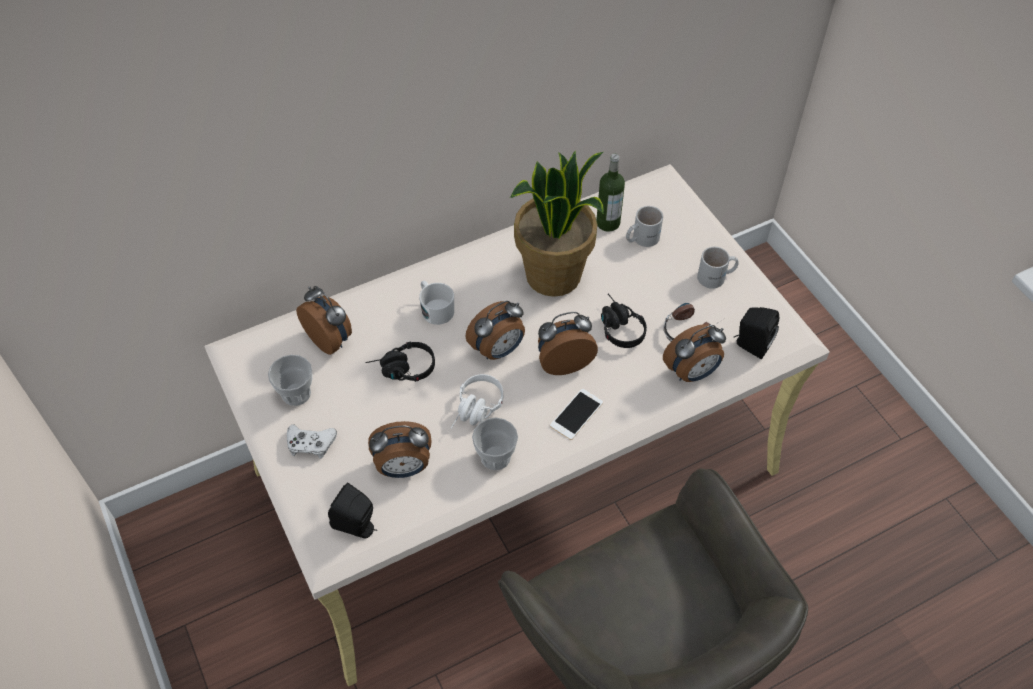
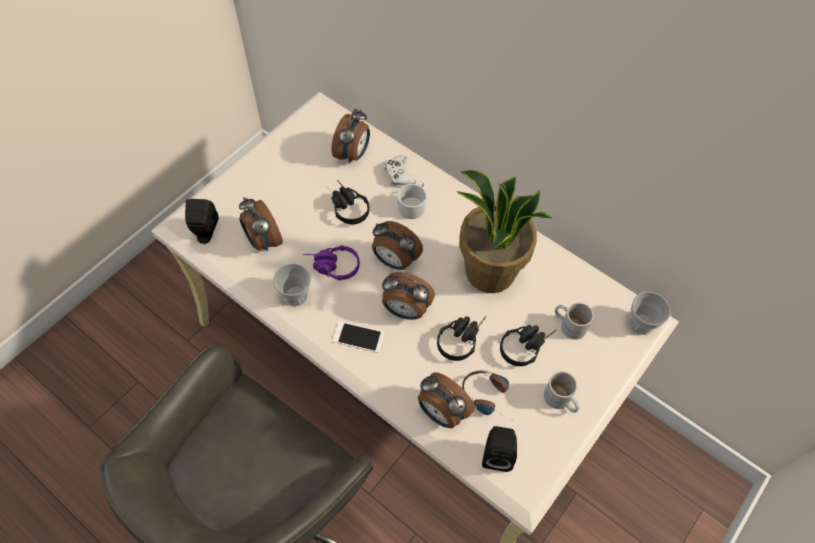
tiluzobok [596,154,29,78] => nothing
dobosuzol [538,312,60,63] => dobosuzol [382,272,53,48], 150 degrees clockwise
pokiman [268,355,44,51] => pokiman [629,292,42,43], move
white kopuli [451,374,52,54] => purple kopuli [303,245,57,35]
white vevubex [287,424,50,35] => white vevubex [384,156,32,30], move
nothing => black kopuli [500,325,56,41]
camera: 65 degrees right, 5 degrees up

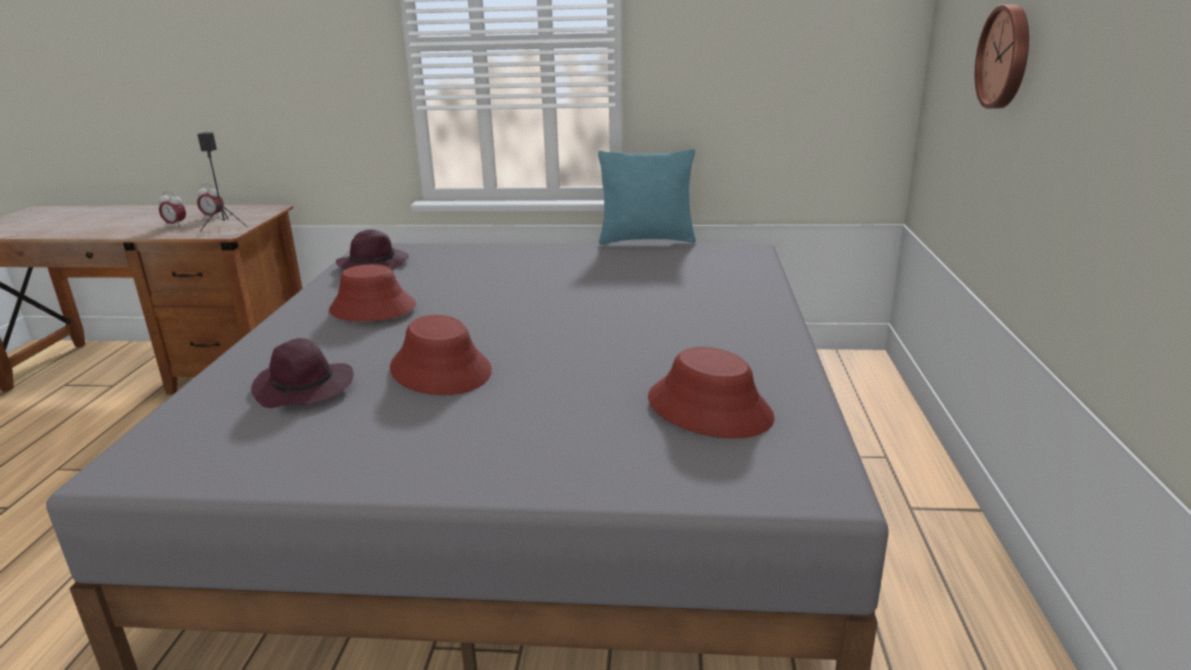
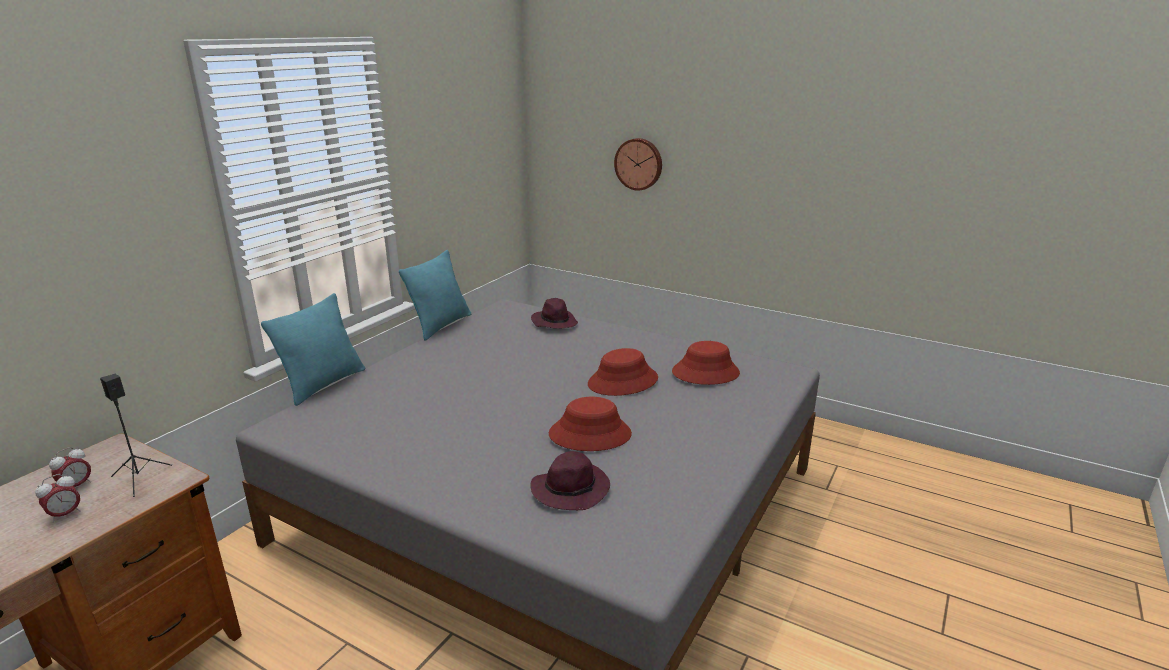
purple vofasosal [336,230,73,40] => purple vofasosal [531,298,47,31], move
red vofasosal [329,264,87,58] => red vofasosal [588,348,70,48], move
nothing => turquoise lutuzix [261,293,104,113]
camera: 65 degrees left, 0 degrees up

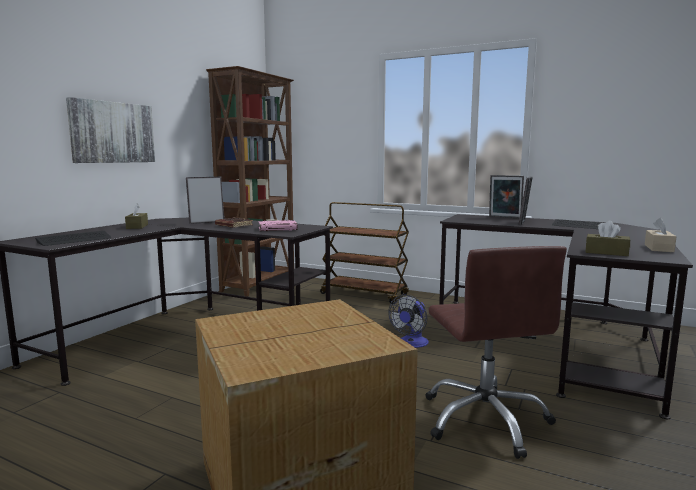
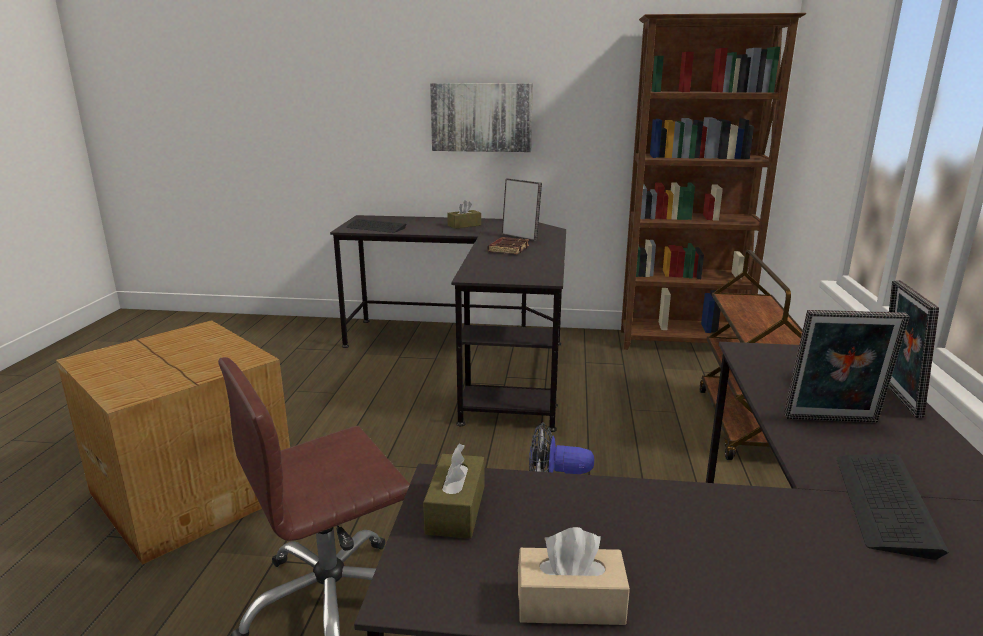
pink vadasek [259,220,39,11] => nothing
camera: 70 degrees right, 10 degrees up

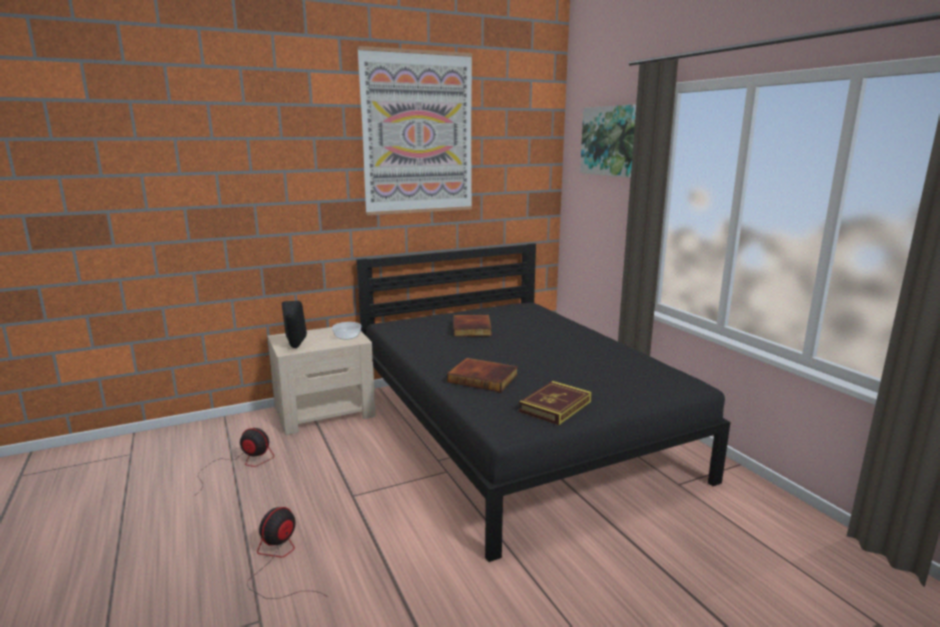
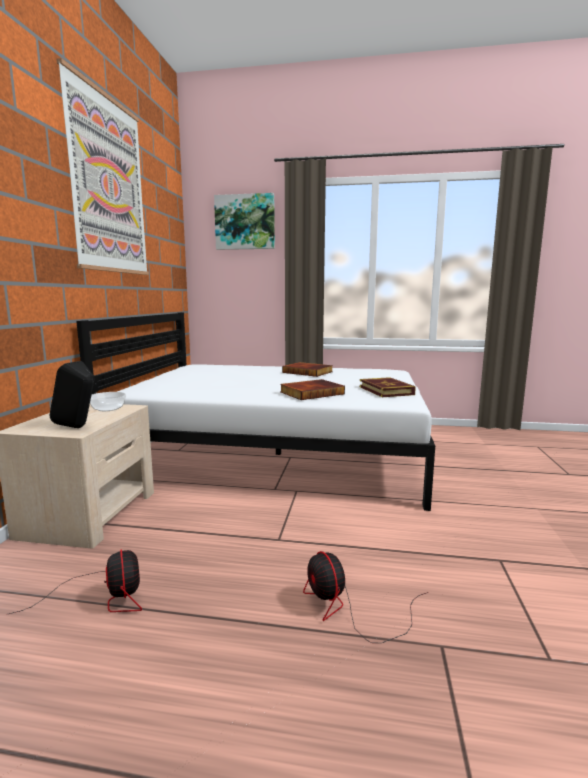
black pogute [357,243,373,319] => white pogute [76,312,359,199]
vadasek [453,315,39,22] => vadasek [282,362,51,15], move
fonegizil [193,428,81,69] => fonegizil [9,549,133,65], 105 degrees clockwise
camera: 55 degrees left, 5 degrees down

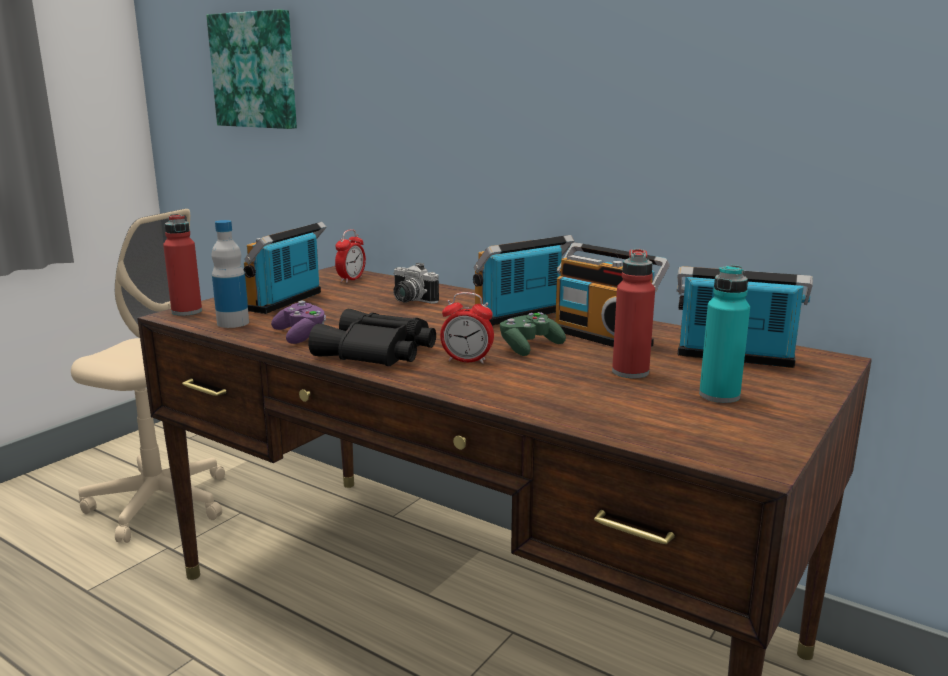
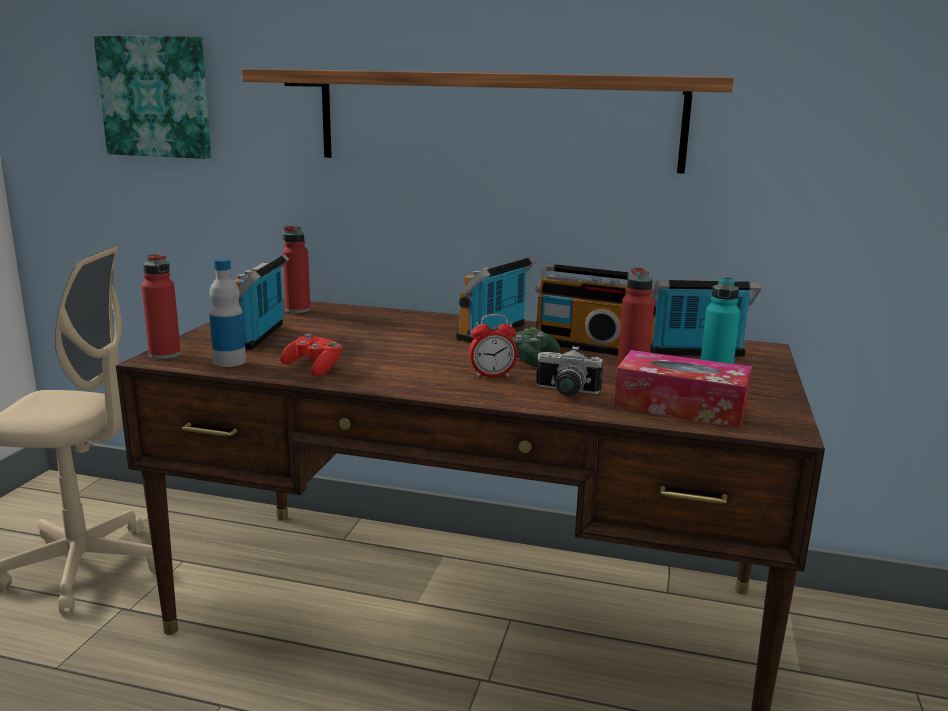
dobosuzol [335,229,31,54] => red tiluzobok [282,226,29,87]
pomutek [393,263,46,41] => pomutek [536,346,67,51], move
purple vevubex [271,301,55,43] => red vevubex [280,333,62,43]
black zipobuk [308,309,128,57] => nothing
nothing => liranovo [242,69,492,105]
nothing => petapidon [614,350,138,78]
camera: 20 degrees left, 0 degrees up

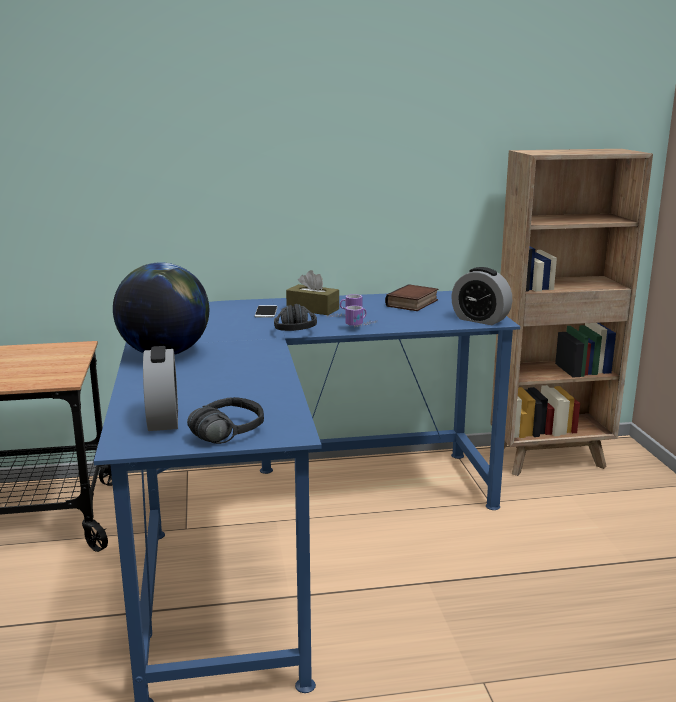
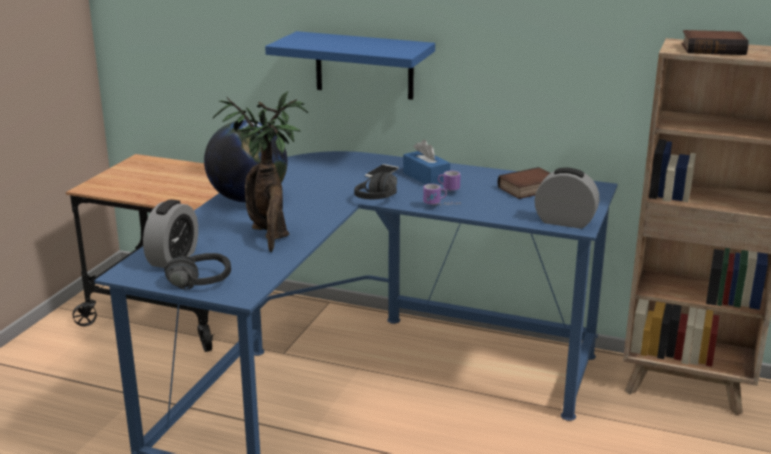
dobosuzol [451,267,61,58] => dobosuzol [534,167,65,62], 135 degrees clockwise
brown petapidon [286,270,53,45] => blue petapidon [403,140,47,45]
nothing => vadasek [681,30,68,25]
nothing => blue liranovo [265,31,170,69]
nothing => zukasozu [213,91,95,161]
camera: 30 degrees right, 5 degrees up

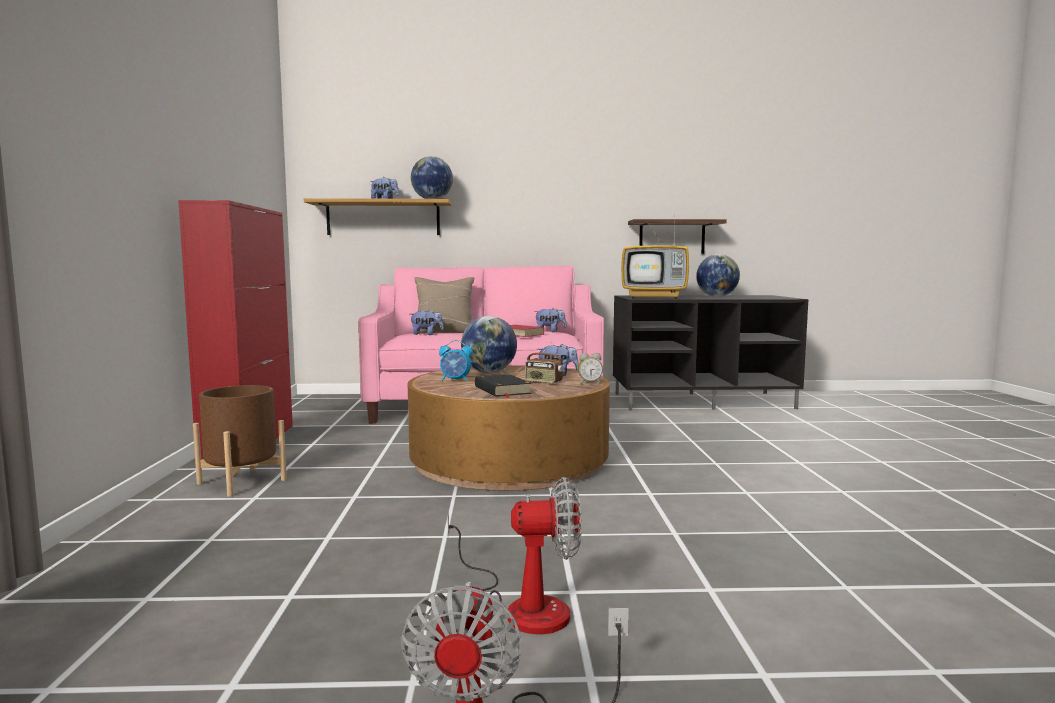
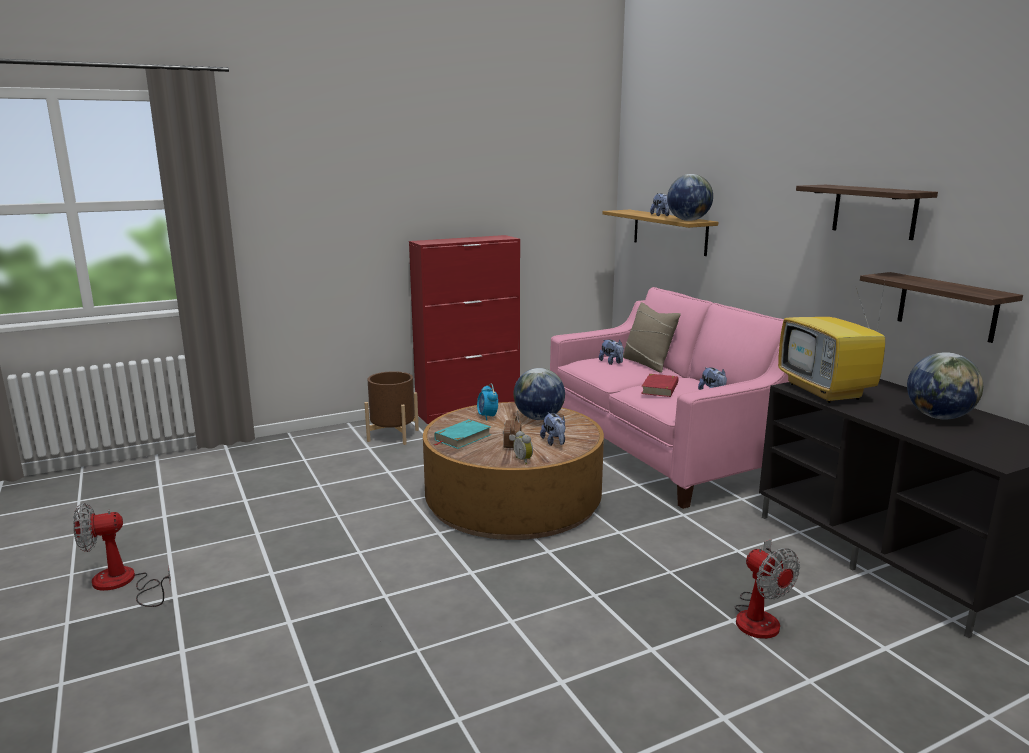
black vadasek [475,374,57,24] => turquoise vadasek [434,419,57,30]
fonegizil [448,477,134,157] => fonegizil [735,539,65,100], move
nothing => liranovo [796,185,142,55]
camera: 65 degrees right, 10 degrees up

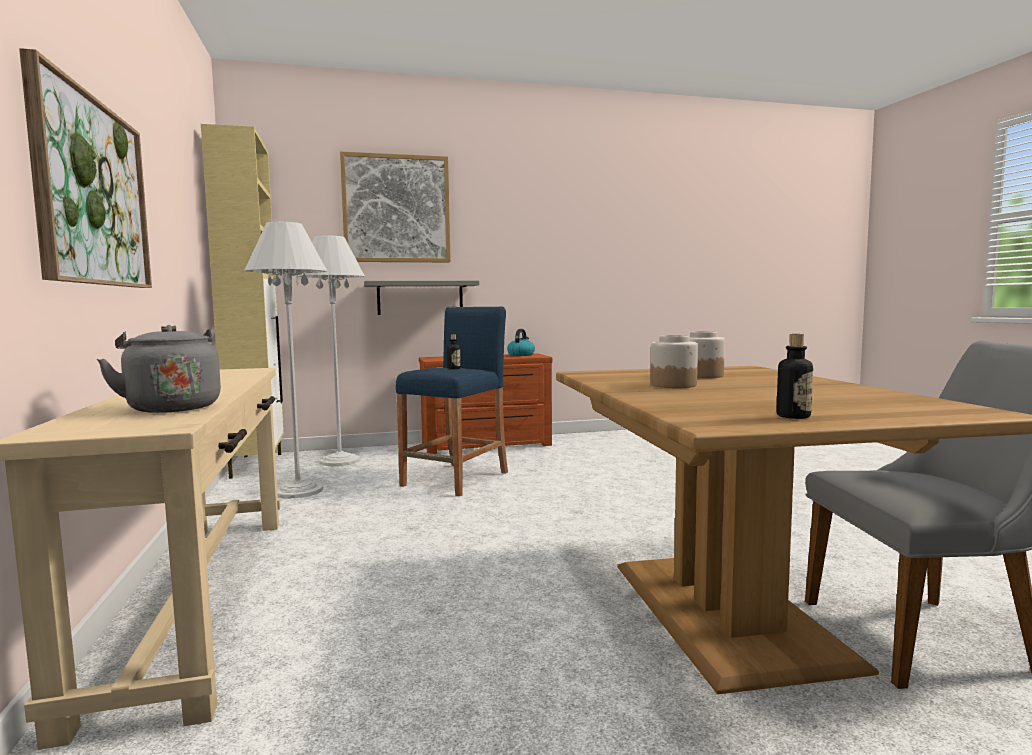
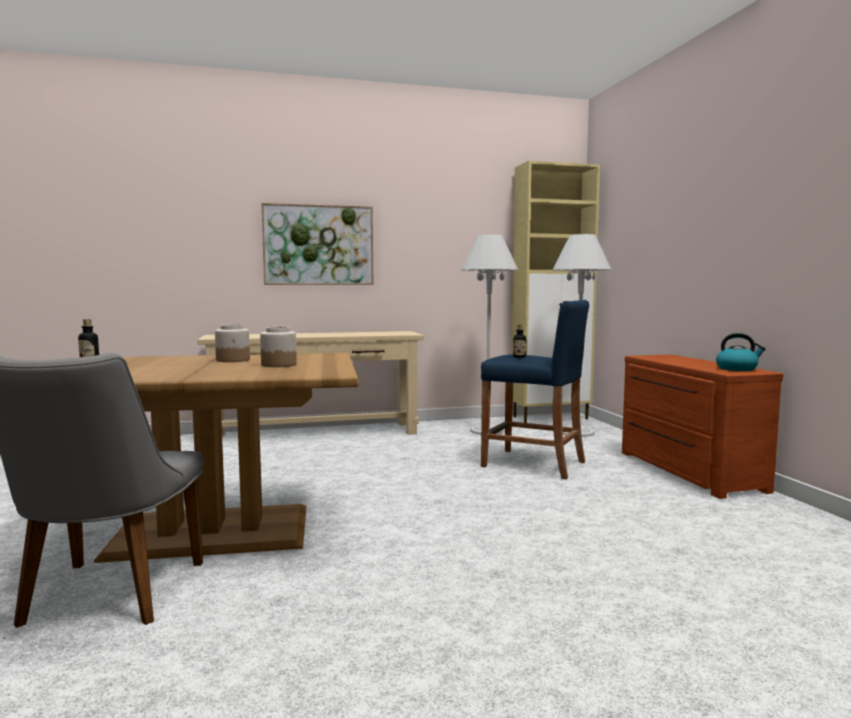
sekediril [340,151,111,111] => nothing
grey liranovo [364,281,115,34] => nothing
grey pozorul [97,325,124,88] => nothing
camera: 90 degrees right, 0 degrees up

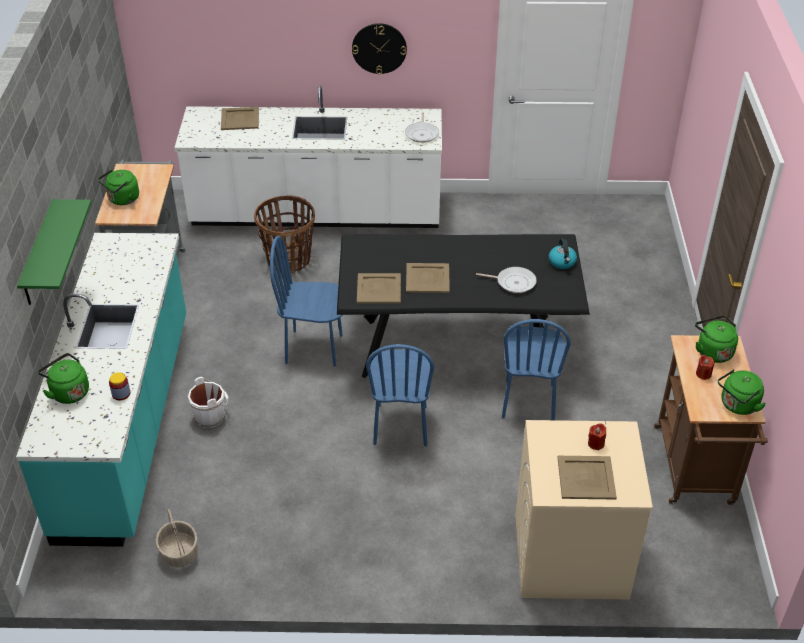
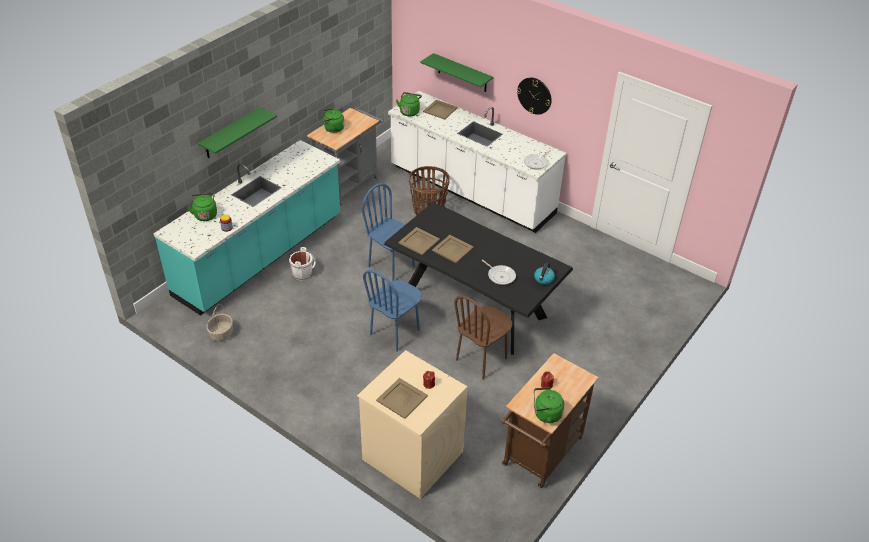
green pozorul [695,315,43,48] => green pozorul [396,92,26,24], move
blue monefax [502,319,69,101] => brown monefax [454,295,58,85]
nothing => green liranovo [420,53,73,39]
camera: 35 degrees right, 0 degrees up

